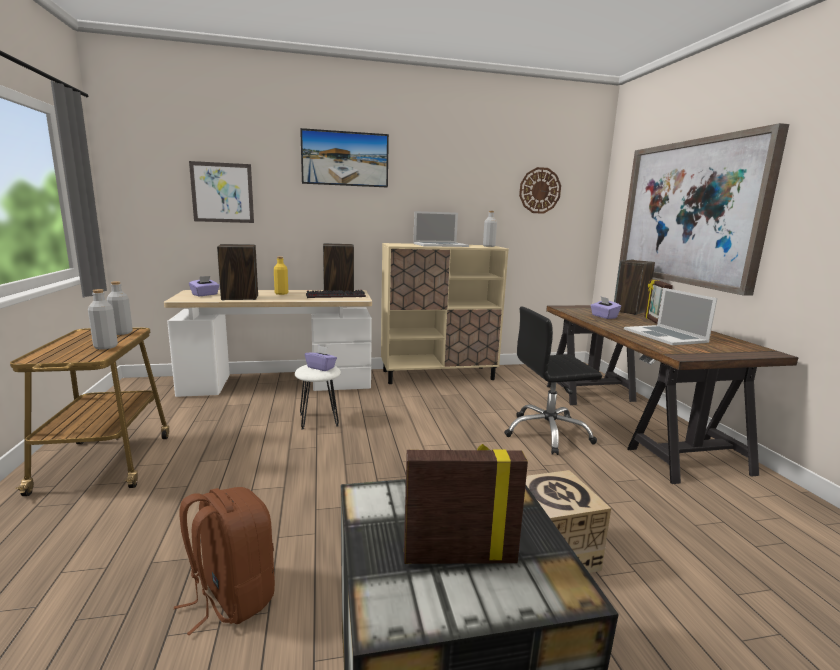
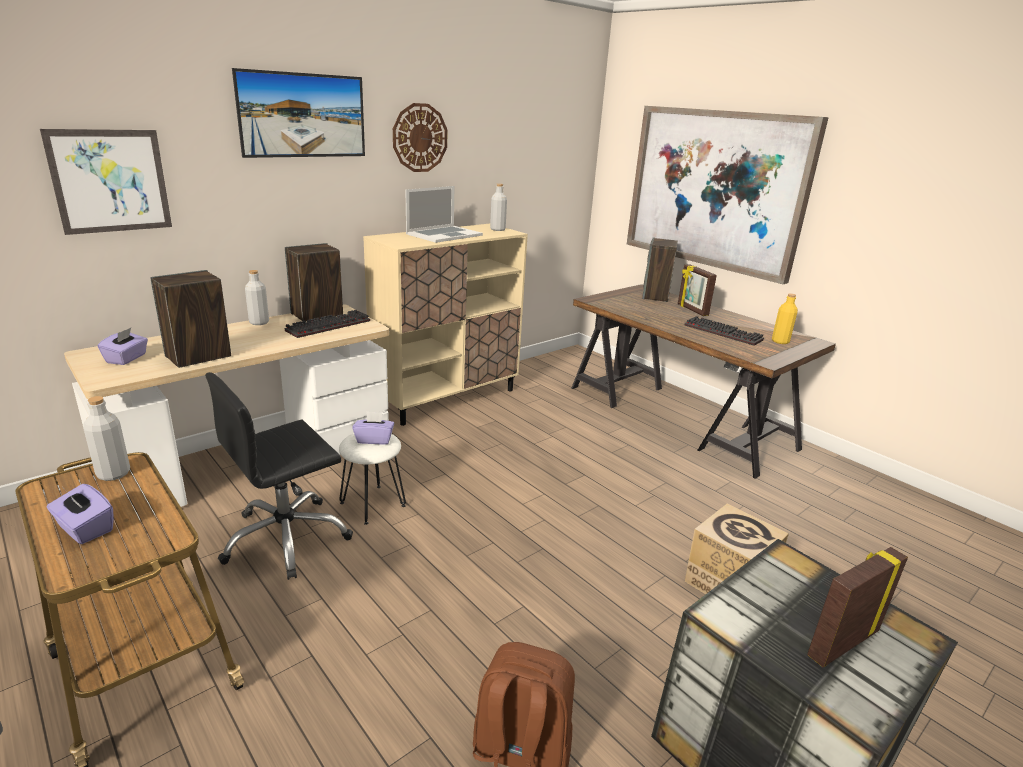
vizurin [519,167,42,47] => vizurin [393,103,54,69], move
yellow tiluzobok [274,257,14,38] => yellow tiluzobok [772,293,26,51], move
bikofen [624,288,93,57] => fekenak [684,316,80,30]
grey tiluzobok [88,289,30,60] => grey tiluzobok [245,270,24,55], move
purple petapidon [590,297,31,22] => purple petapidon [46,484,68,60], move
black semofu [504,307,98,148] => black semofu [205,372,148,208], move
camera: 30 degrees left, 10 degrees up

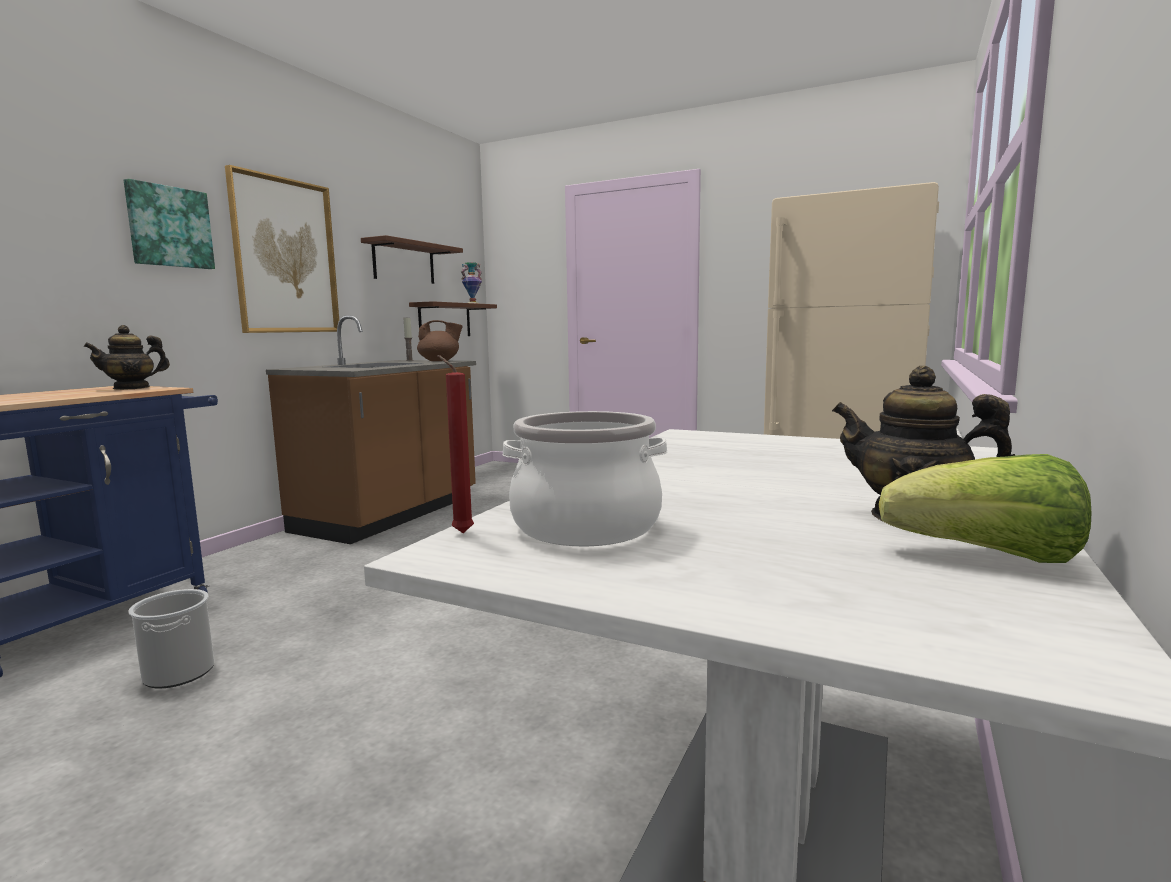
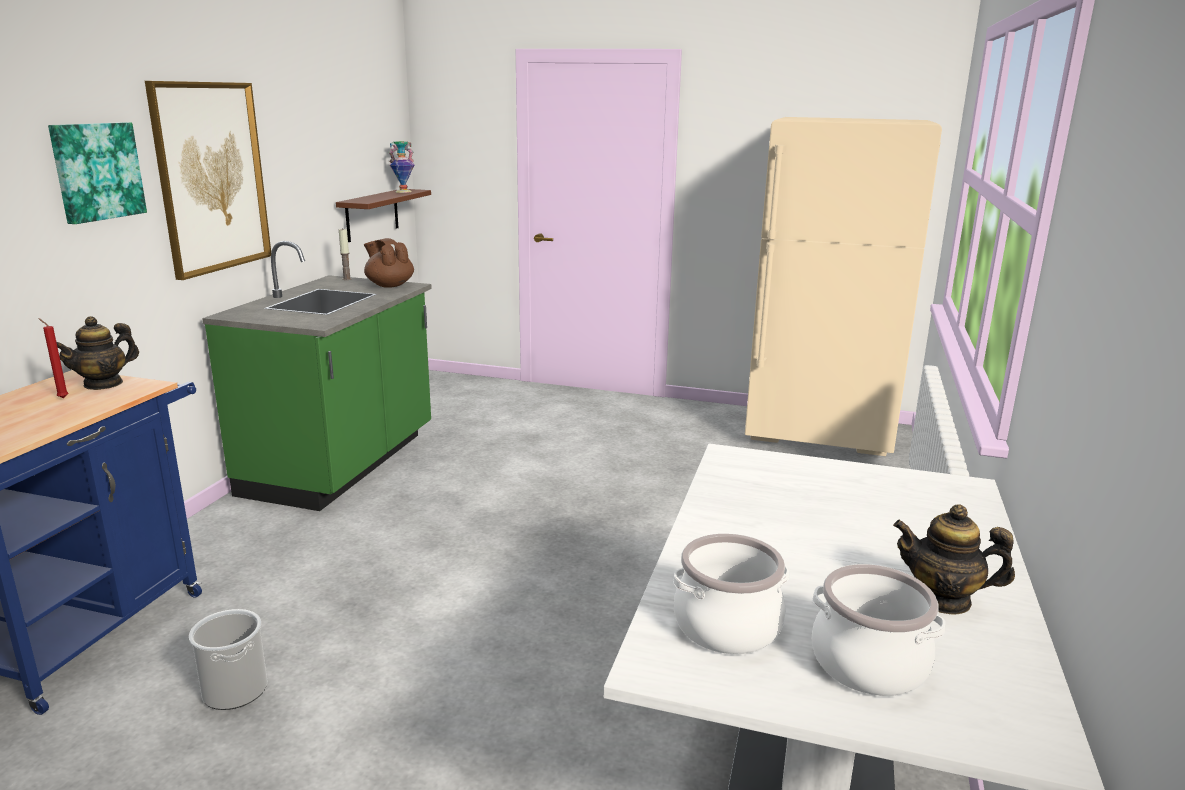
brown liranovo [361,235,102,49] => nothing
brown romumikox [266,315,210,229] => green romumikox [202,241,230,270]
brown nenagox [417,320,46,41] => brown nenagox [364,238,50,50], 120 degrees counterclockwise
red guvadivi [437,355,37,178] => red guvadivi [38,318,30,81], move
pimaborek [879,454,212,109] => nothing
nothing => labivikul [812,564,134,132]
camera: 10 degrees left, 10 degrees up

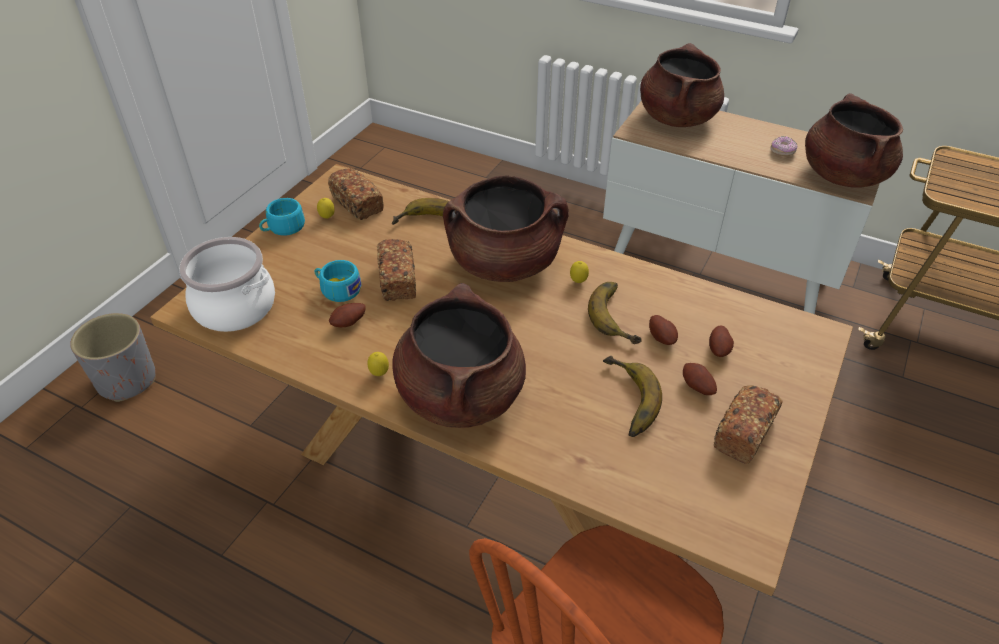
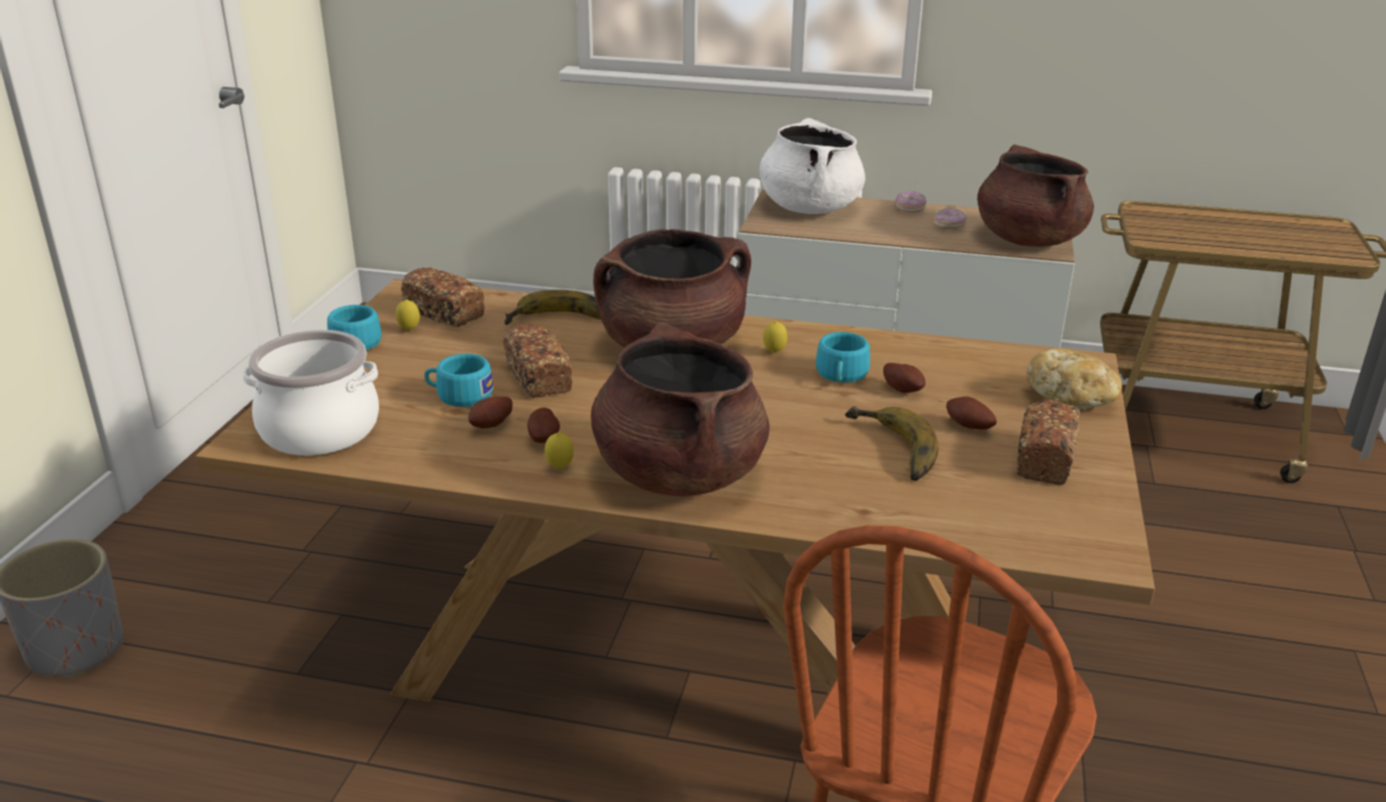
brown labivikul [640,43,84,84] => white labivikul [760,118,105,96]
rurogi [588,282,53,62] => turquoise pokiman [816,332,54,51]
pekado [709,325,25,32] => pekado [527,407,33,36], move
nothing => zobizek [895,191,32,22]
nothing => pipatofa [1027,348,95,61]
camera: 15 degrees left, 15 degrees down

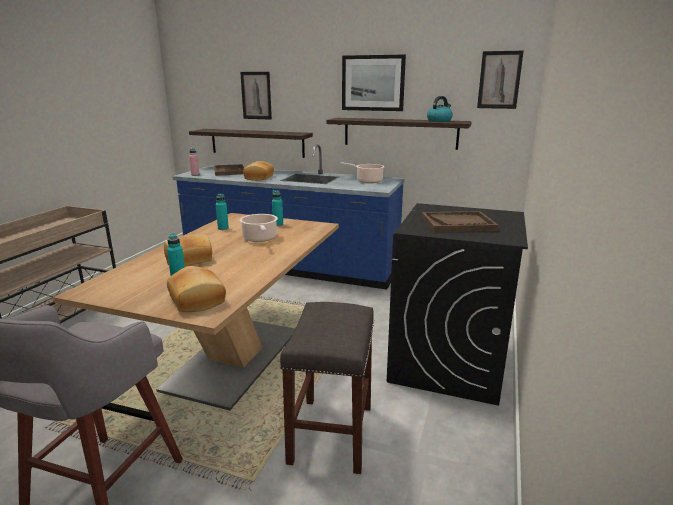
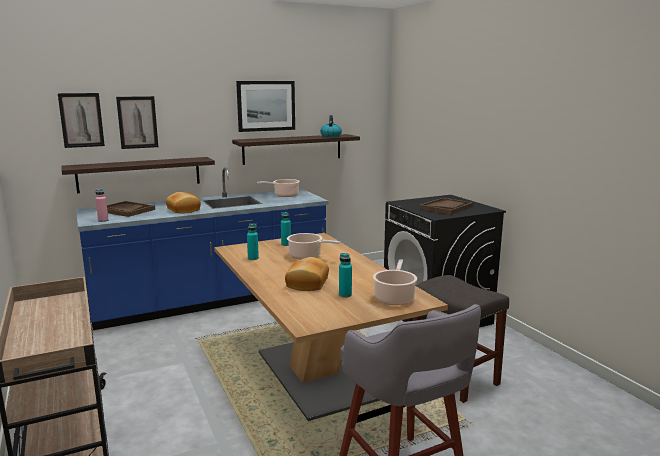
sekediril [477,51,47,58] => sekediril [58,93,47,55], move
pipatofa [167,266,59,46] => labivikul [373,259,44,46]
camera: 45 degrees left, 5 degrees down

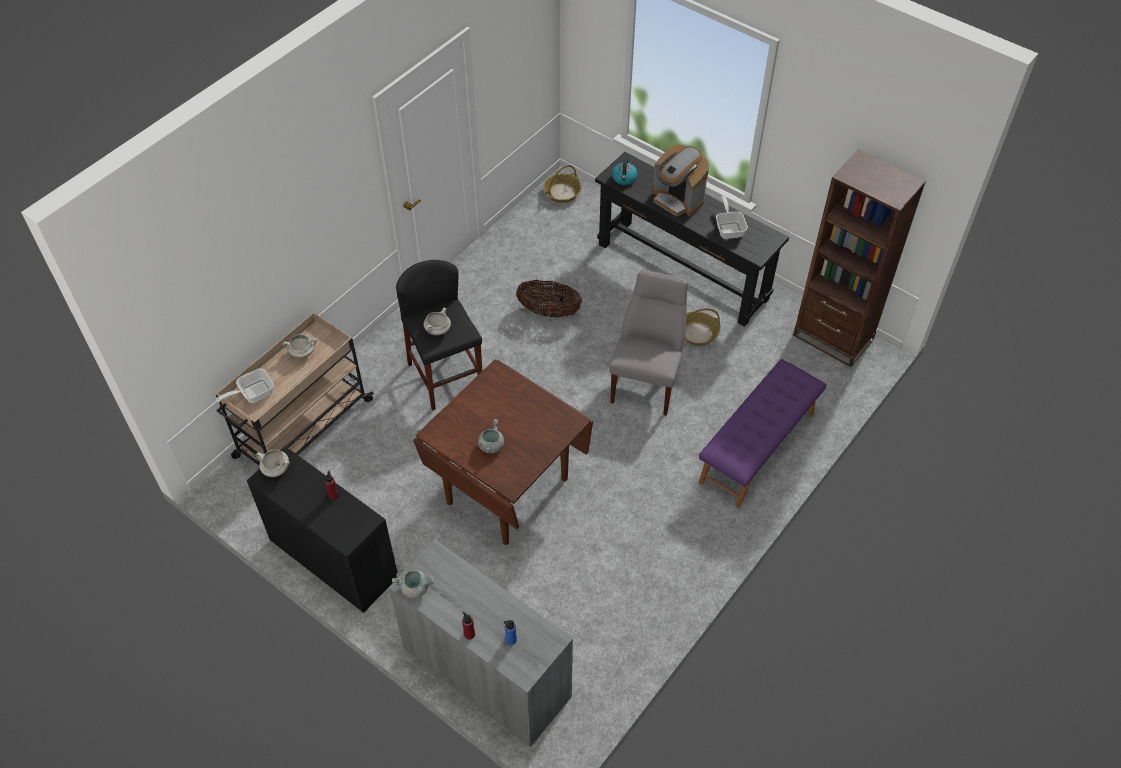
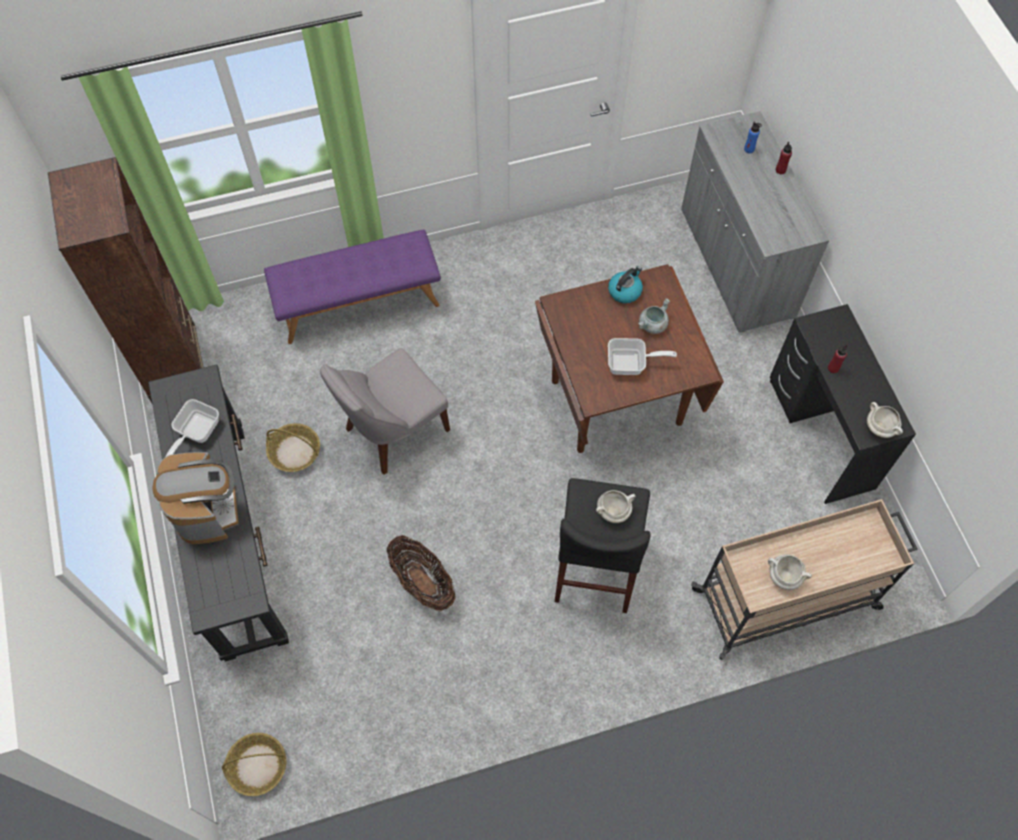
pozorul [612,157,26,28] => pozorul [608,266,35,37], move
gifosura [216,368,58,35] => gifosura [608,338,69,37], move
grey labivikul [392,570,42,28] => nothing
camera: 145 degrees left, 10 degrees up

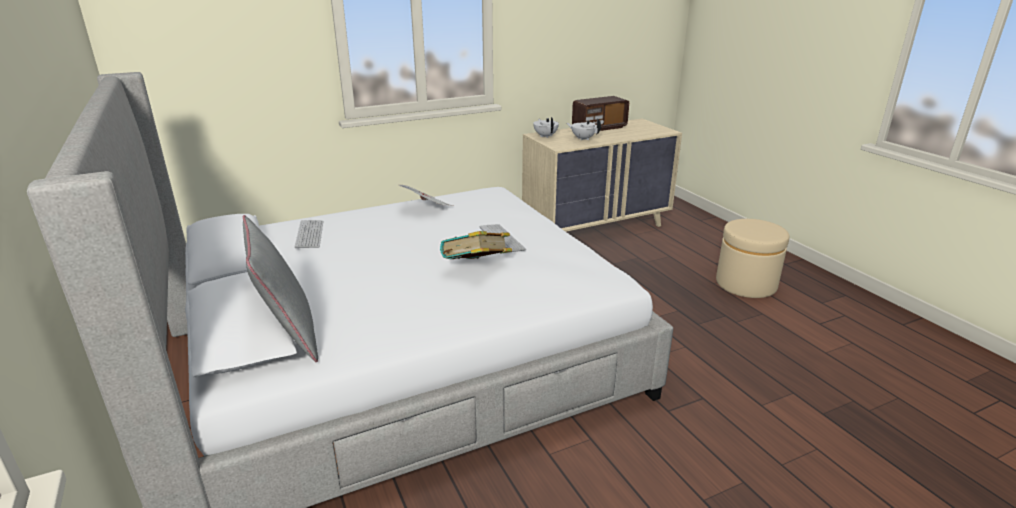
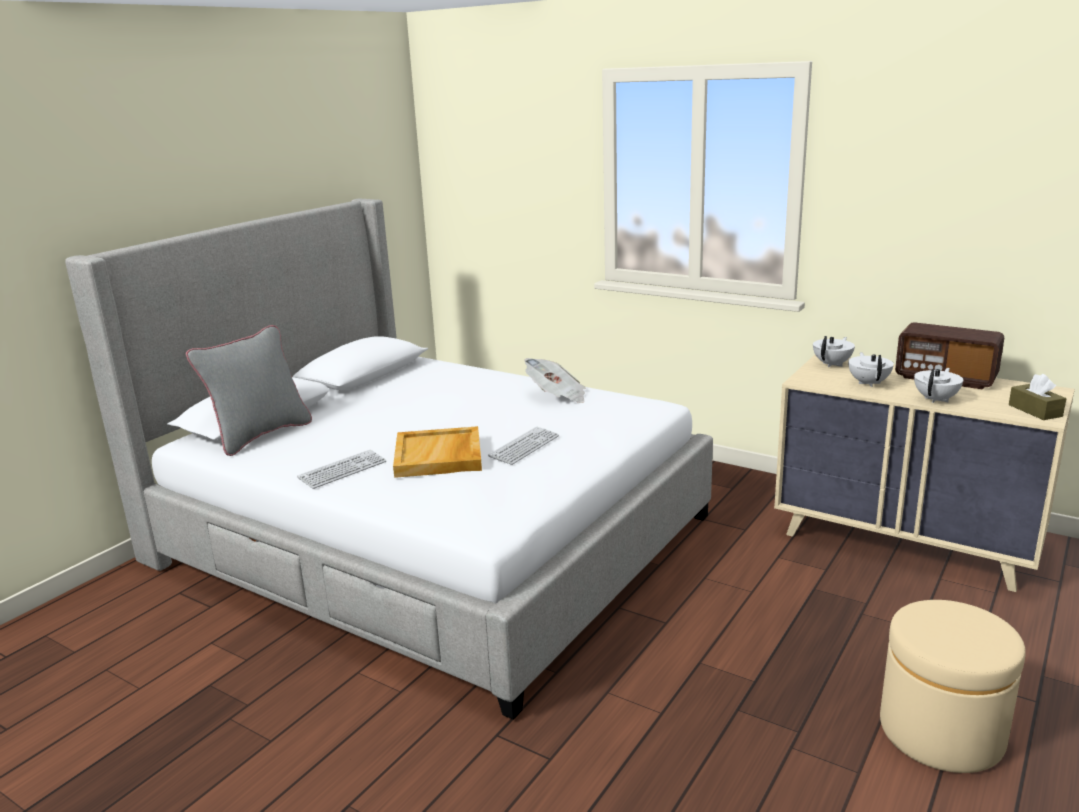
fekenak [295,220,29,28] => fekenak [297,449,89,40], move
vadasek [440,231,72,28] => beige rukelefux [393,426,89,52]
nothing => white nenagox [914,368,49,35]
nothing => brown petapidon [1009,374,58,46]
camera: 60 degrees right, 5 degrees down

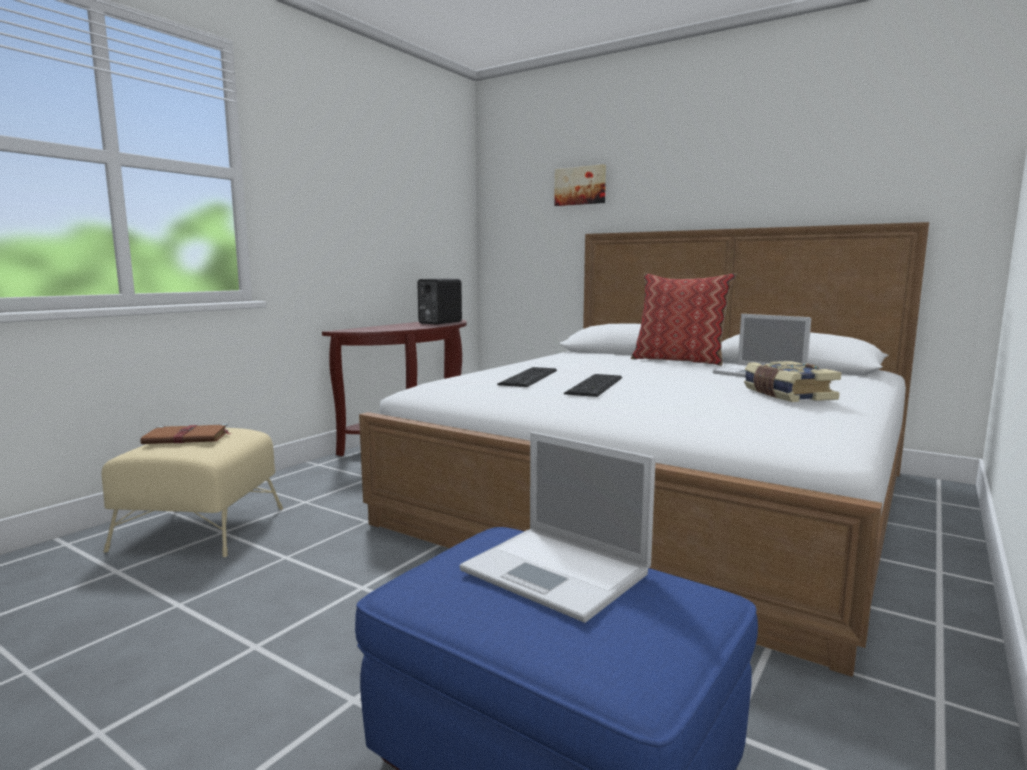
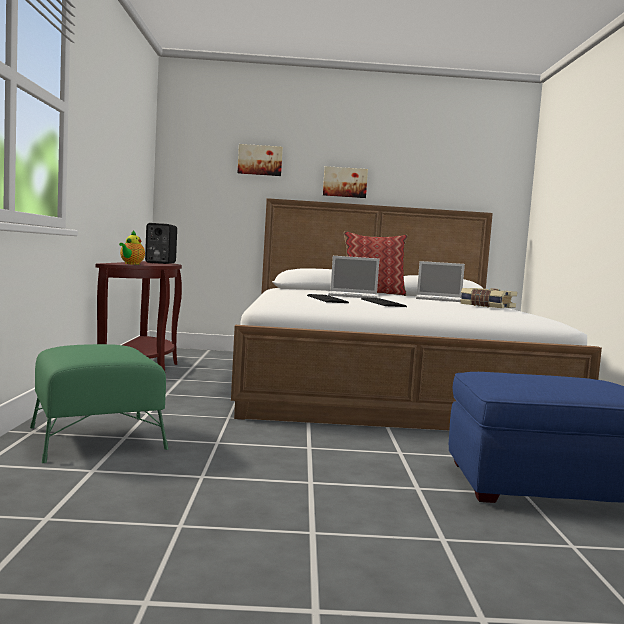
brown vadasek [140,424,91,20] => nothing
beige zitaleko [102,428,181,129] => green zitaleko [30,344,138,119]
bikofen [459,432,197,191] => bikofen [328,256,51,42], move
nothing => sekediril [323,166,45,32]
nothing => nenagox [119,230,26,35]
camera: 35 degrees left, 5 degrees down

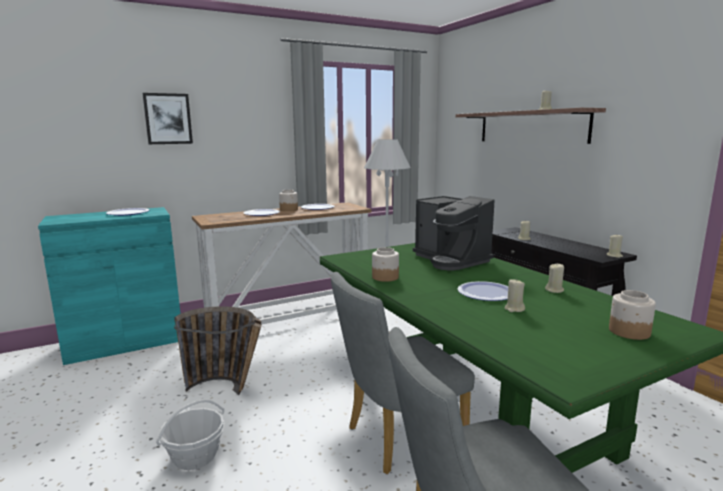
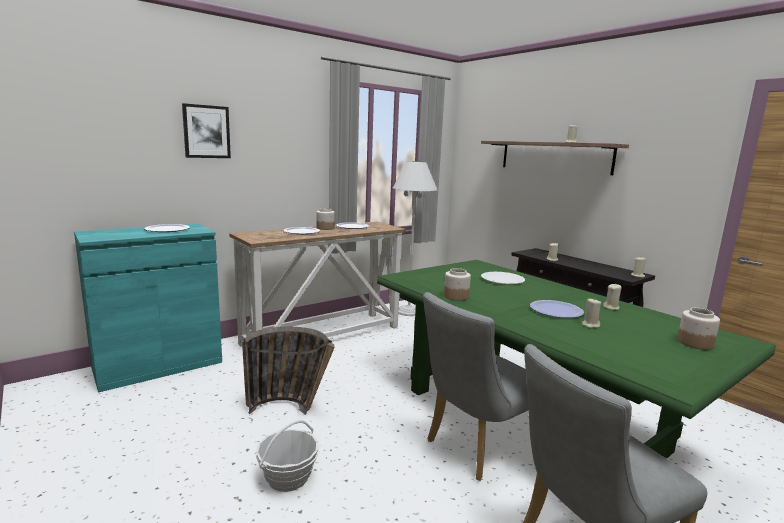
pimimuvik [413,196,82,75] => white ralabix [481,272,44,12]
camera: 10 degrees left, 0 degrees up

